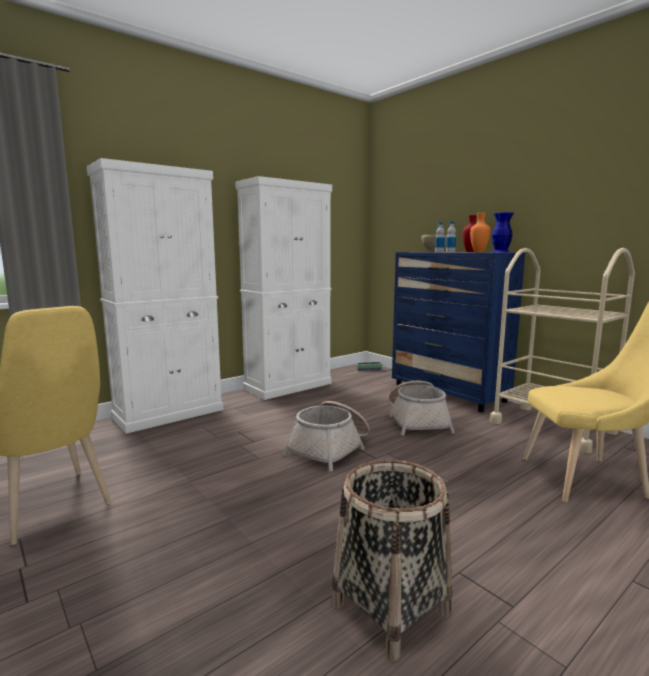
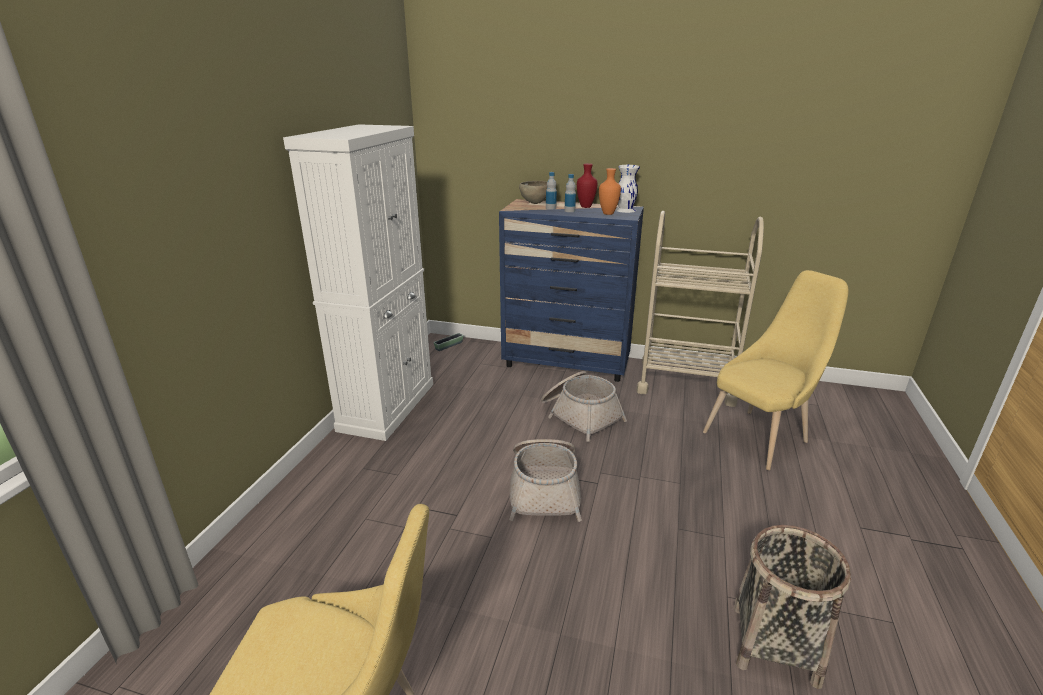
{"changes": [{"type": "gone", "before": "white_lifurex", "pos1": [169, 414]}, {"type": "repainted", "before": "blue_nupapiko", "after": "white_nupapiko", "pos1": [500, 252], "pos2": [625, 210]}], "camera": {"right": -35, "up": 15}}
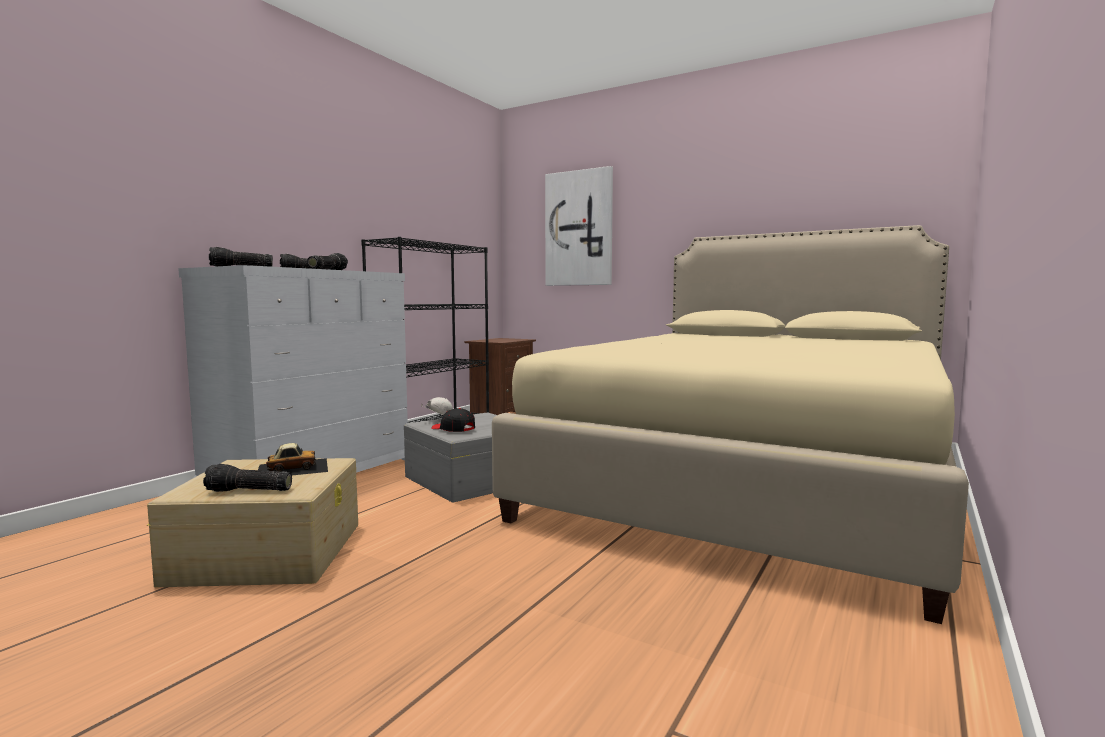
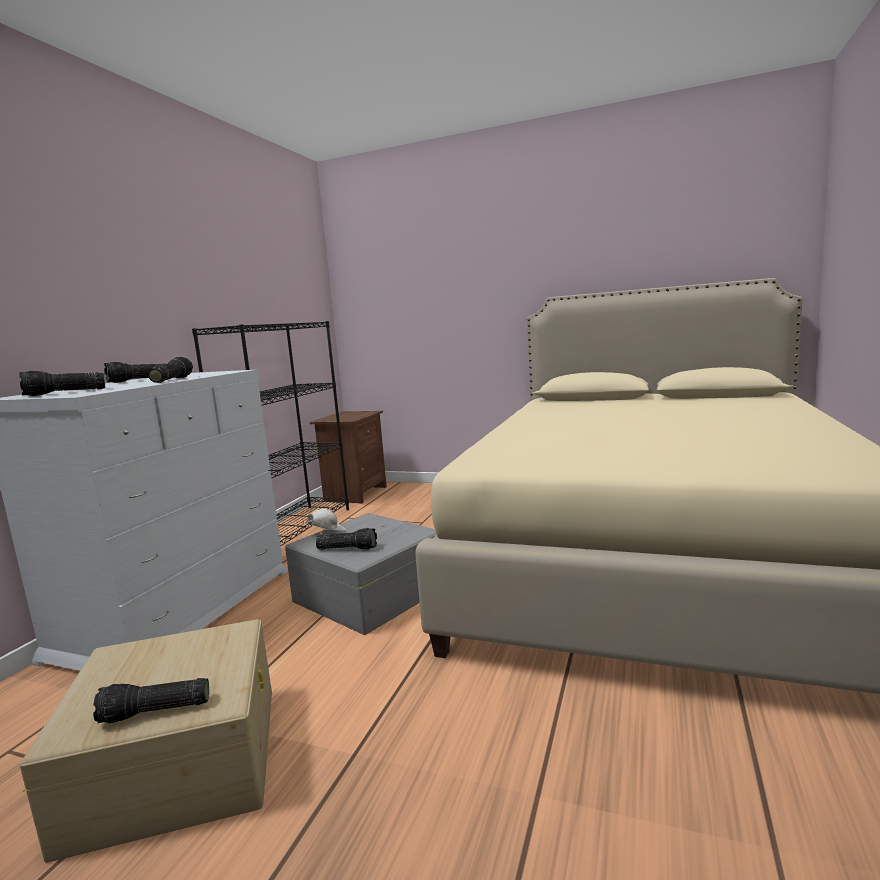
{"changes": [{"type": "gone", "before": "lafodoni", "pos1": [292, 468]}, {"type": "gone", "before": "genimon", "pos1": [579, 228]}, {"type": "swapped", "before": "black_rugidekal", "after": "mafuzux", "pos1": [453, 429], "pos2": [348, 548]}], "camera": {"right": -10, "up": 5}}
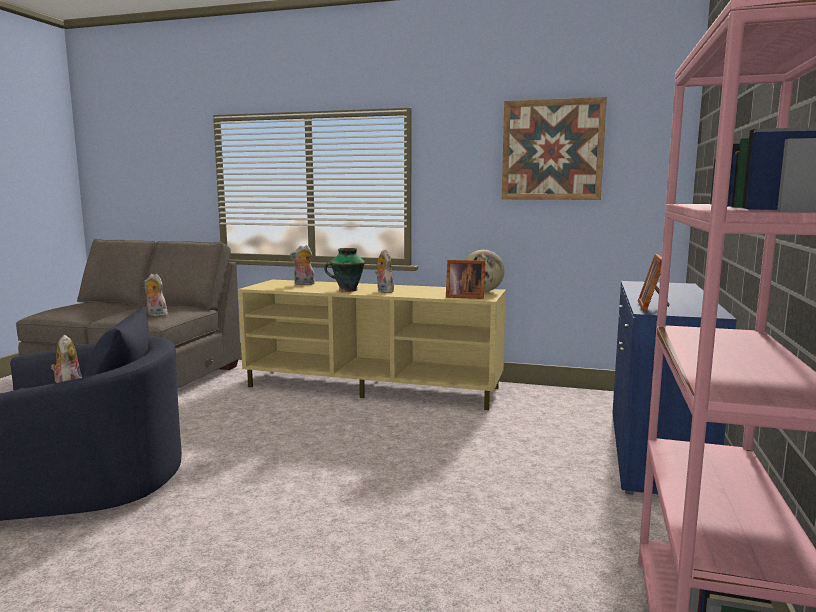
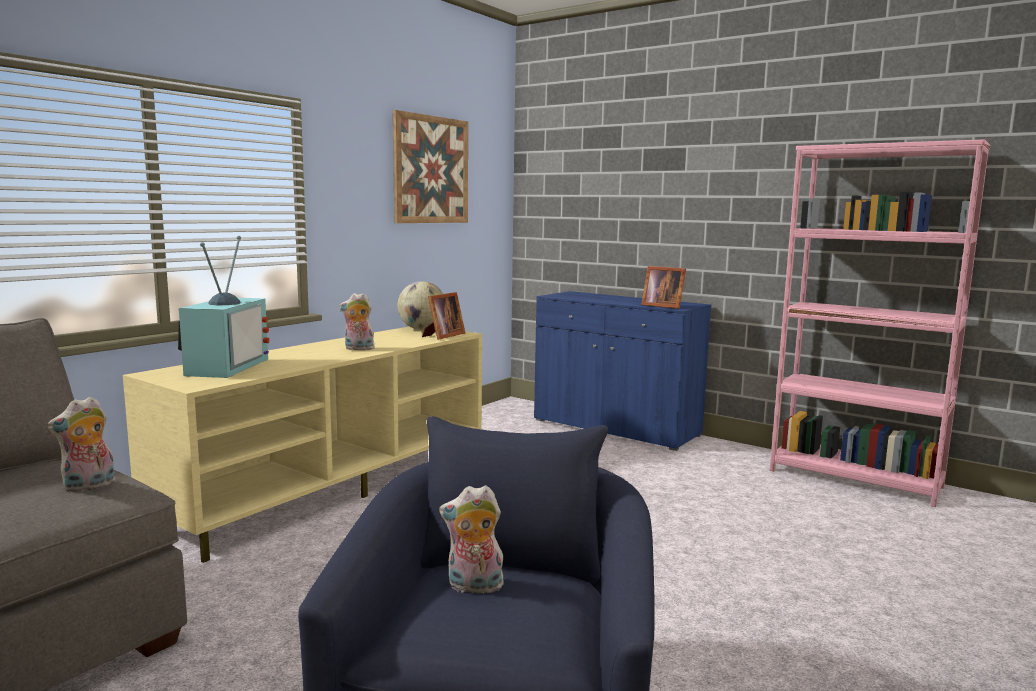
{"changes": [{"type": "gone", "before": "nupapiko", "pos1": [347, 290]}, {"type": "swapped", "before": "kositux", "after": "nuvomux", "pos1": [303, 284], "pos2": [224, 366]}], "camera": {"right": -70, "up": 0}}
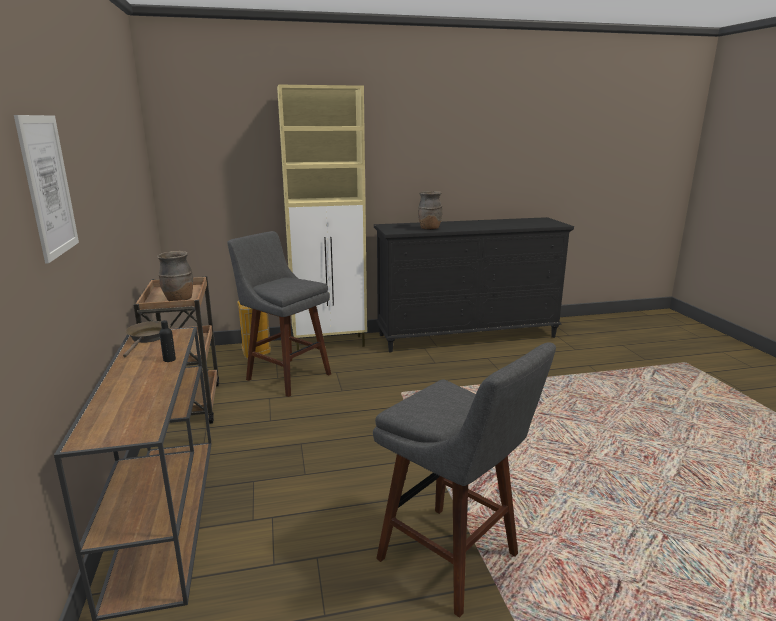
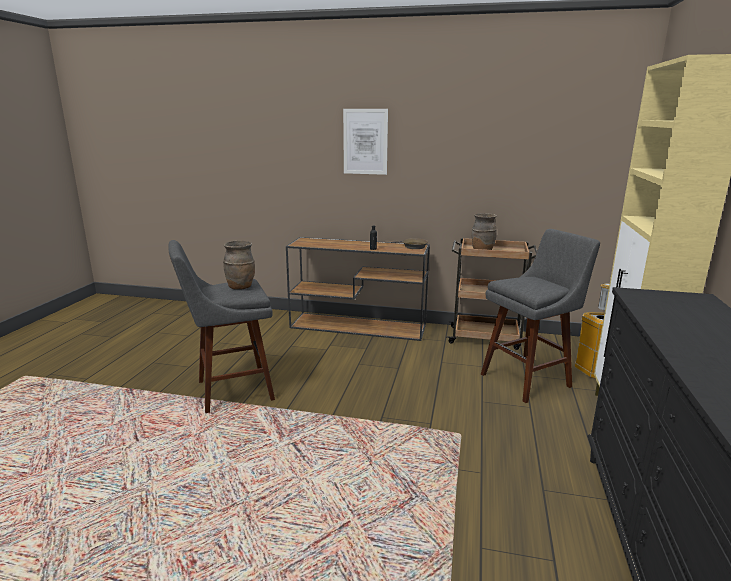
{"changes": [{"type": "shifted", "before": "brown_nupapiko", "pos1": [429, 229], "pos2": [241, 287]}], "camera": {"right": 115, "up": 0}}
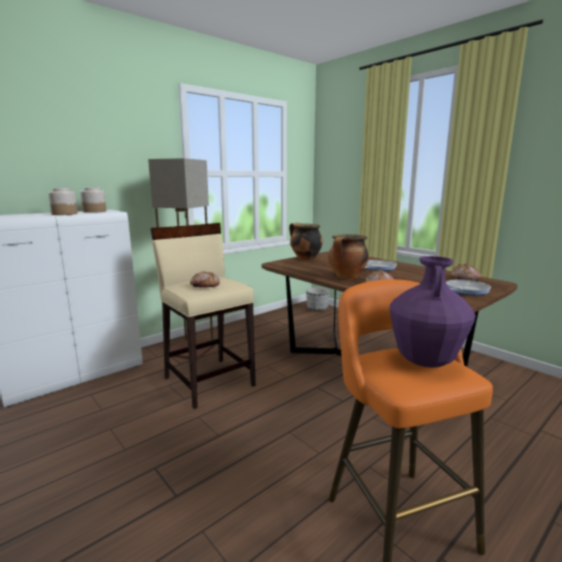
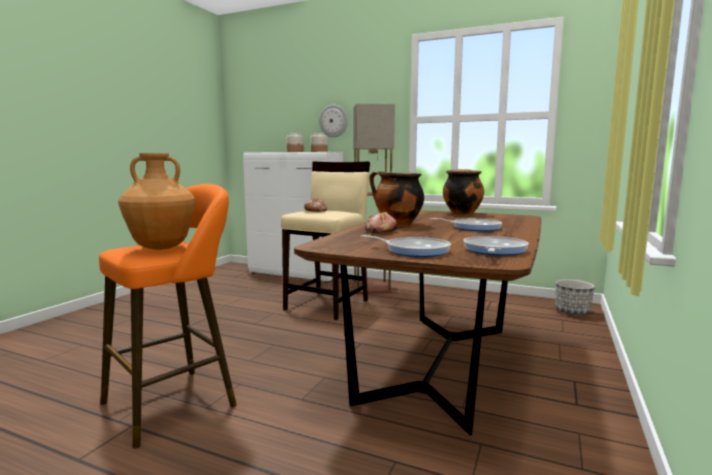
{"changes": [{"type": "new", "after": "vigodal", "pos2": [333, 121]}, {"type": "swapped", "before": "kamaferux", "after": "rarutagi", "pos1": [465, 278], "pos2": [494, 250]}, {"type": "repainted", "before": "purple_nupapiko", "after": "brown_nupapiko", "pos1": [425, 361], "pos2": [162, 247]}], "camera": {"right": 65, "up": -5}}
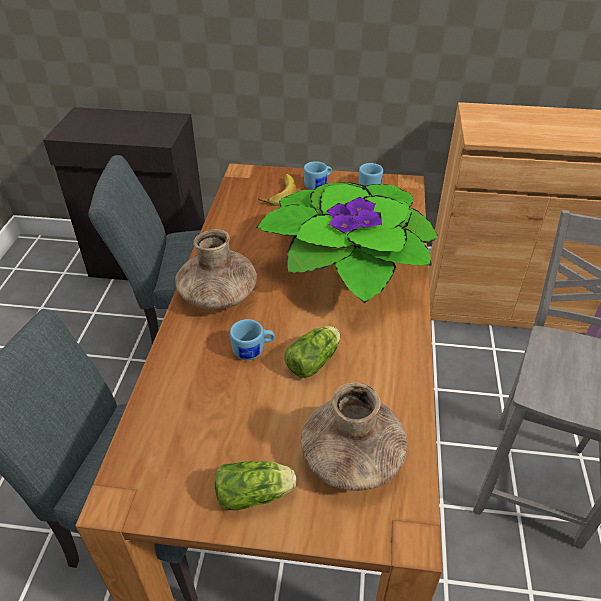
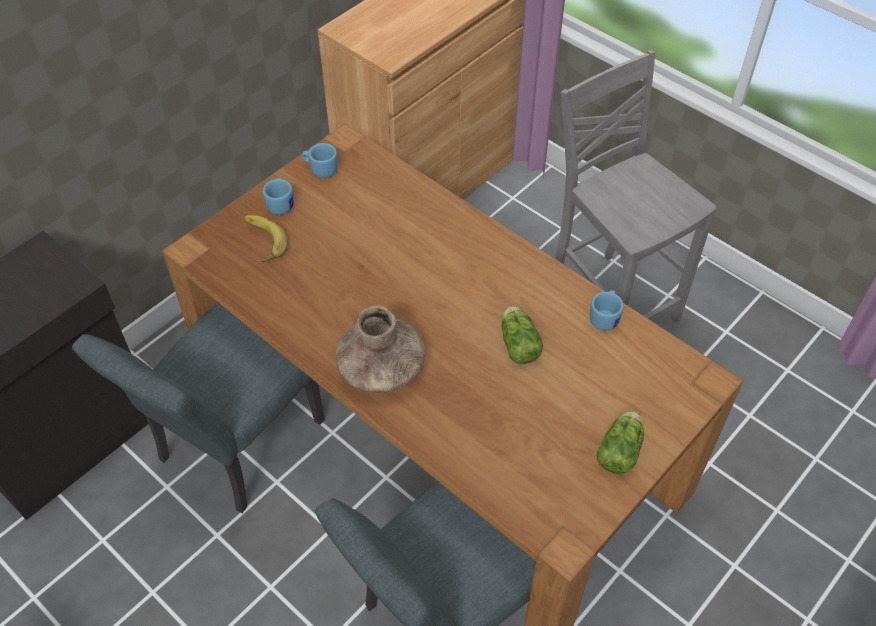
{"changes": [{"type": "gone", "before": "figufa", "pos1": [348, 267]}, {"type": "gone", "before": "brown_nupapiko", "pos1": [352, 458]}, {"type": "shifted", "before": "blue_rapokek", "pos1": [253, 351], "pos2": [605, 317]}], "camera": {"right": -55, "up": 10}}
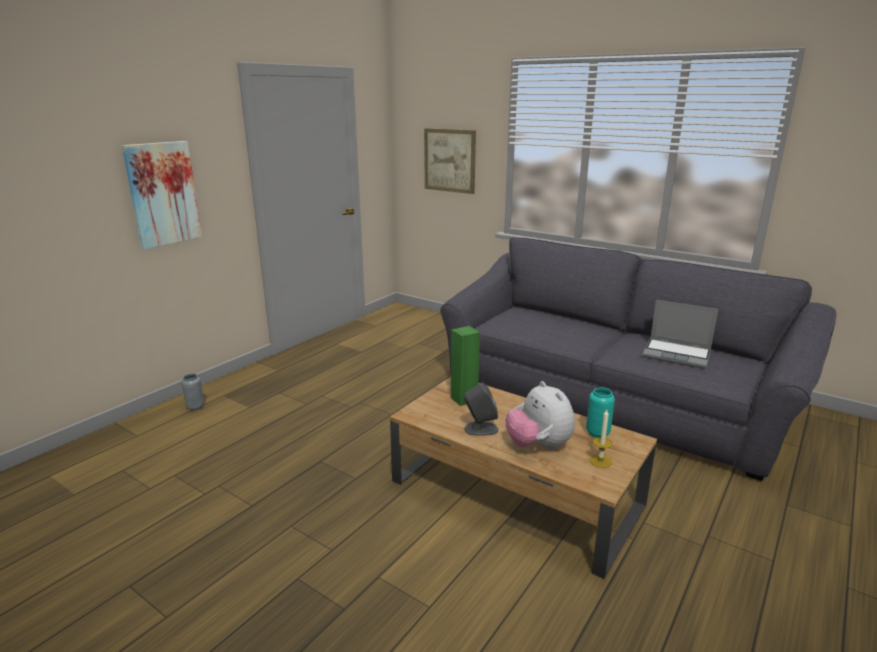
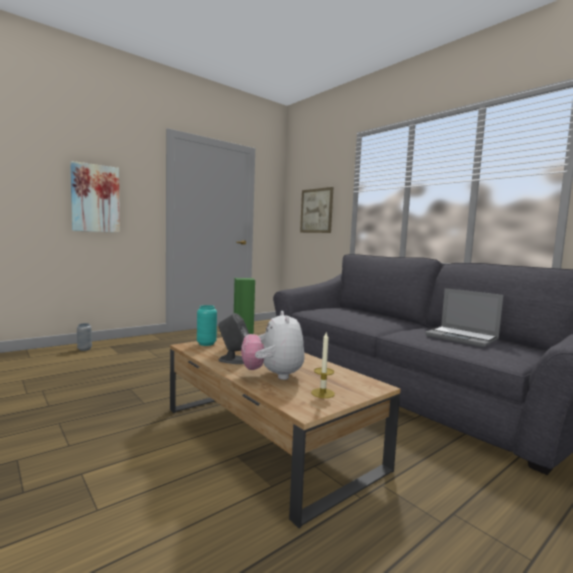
{"changes": [{"type": "shifted", "before": "turquoise_nupapiko", "pos1": [597, 433], "pos2": [206, 344]}], "camera": {"right": 15, "up": -15}}
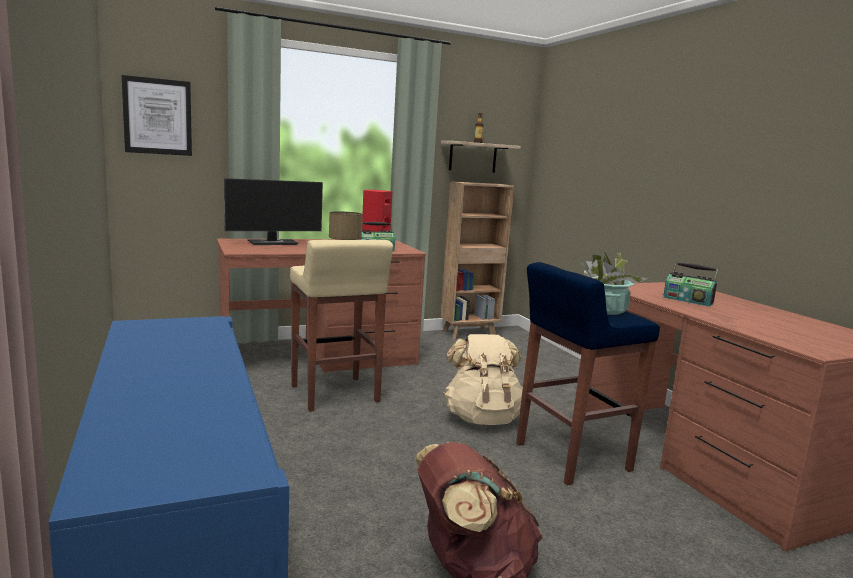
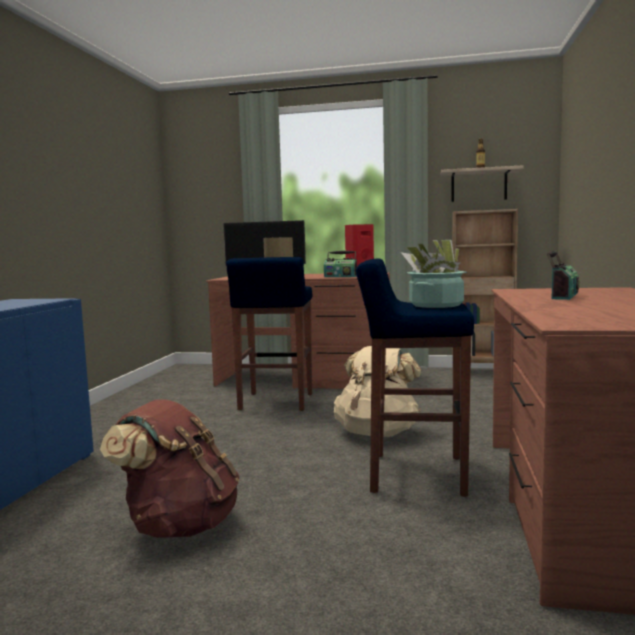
{"changes": [{"type": "gone", "before": "genimon", "pos1": [157, 116]}, {"type": "repainted", "before": "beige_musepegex", "after": "blue_musepegex", "pos1": [335, 395], "pos2": [275, 402]}, {"type": "rotated", "before": "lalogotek", "pos1": [688, 300], "pos2": [562, 296], "turn": -135}], "camera": {"right": 35, "up": -5}}
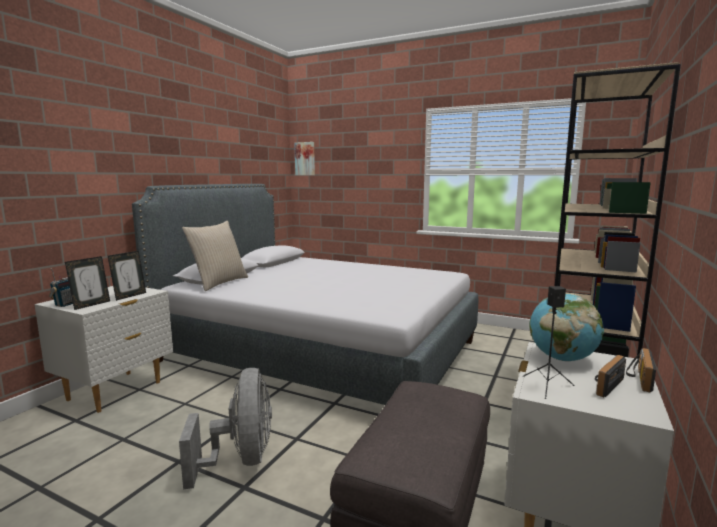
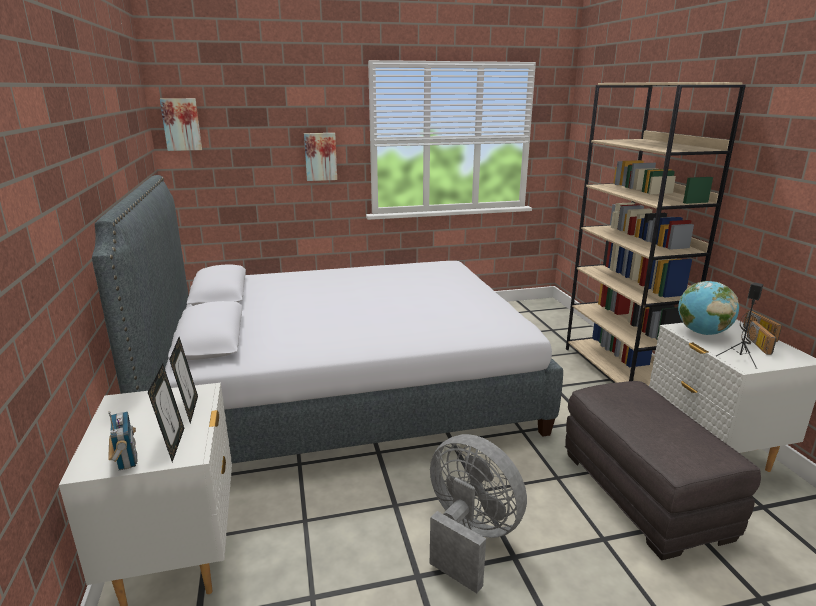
{"changes": [{"type": "gone", "before": "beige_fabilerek", "pos1": [219, 283]}, {"type": "new", "after": "genimon", "pos2": [320, 156]}], "camera": {"right": -40, "up": 10}}
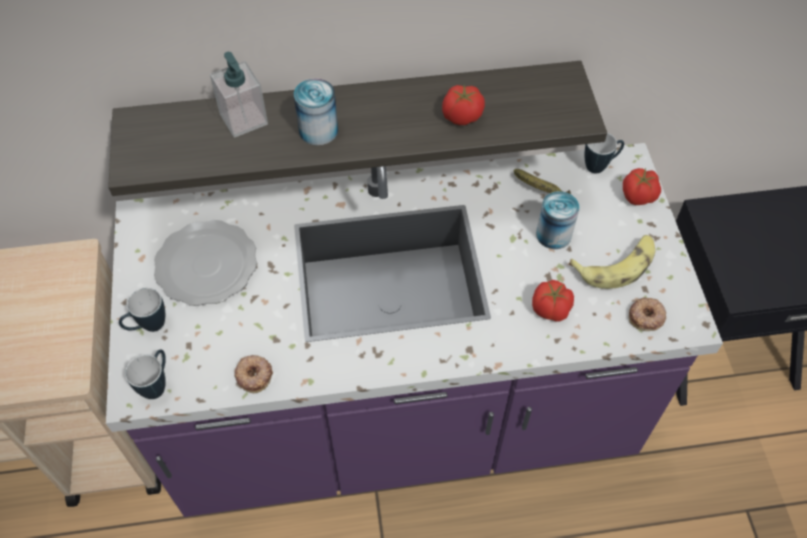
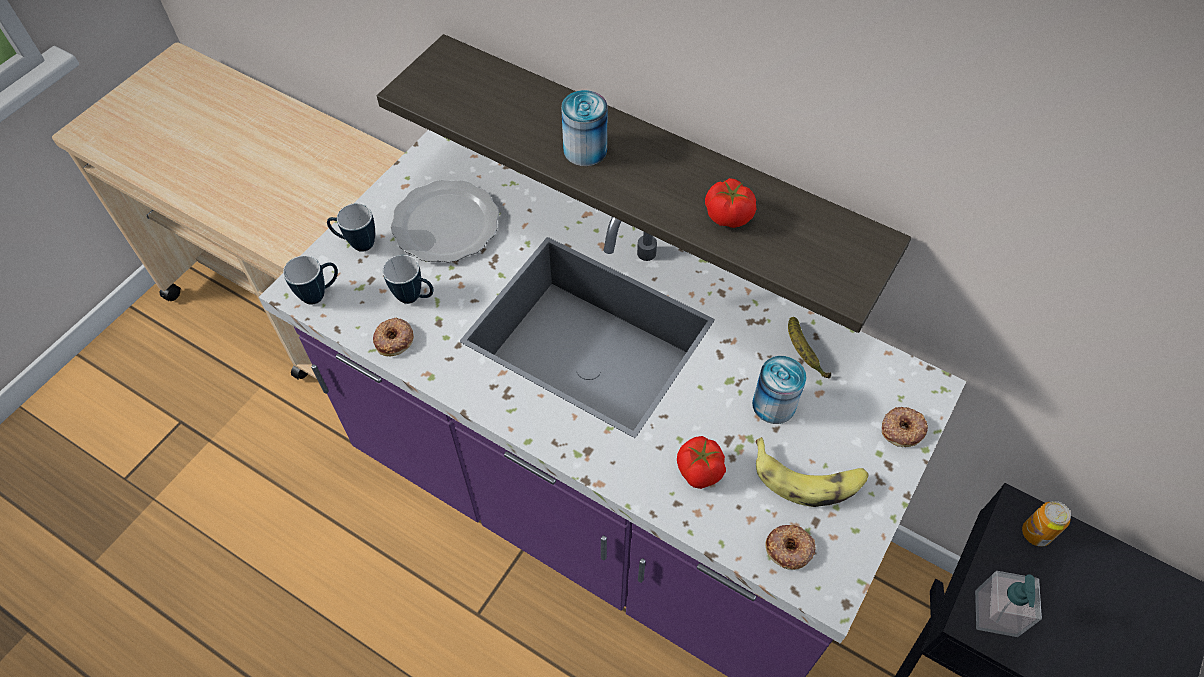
{"changes": [{"type": "new", "after": "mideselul", "pos2": [1035, 533]}, {"type": "shifted", "before": "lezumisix", "pos1": [244, 119], "pos2": [996, 614]}, {"type": "shifted", "before": "rapokek", "pos1": [600, 166], "pos2": [415, 298]}, {"type": "swapped", "before": "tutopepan", "after": "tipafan", "pos1": [638, 196], "pos2": [902, 429]}], "camera": {"right": 40, "up": 0}}
